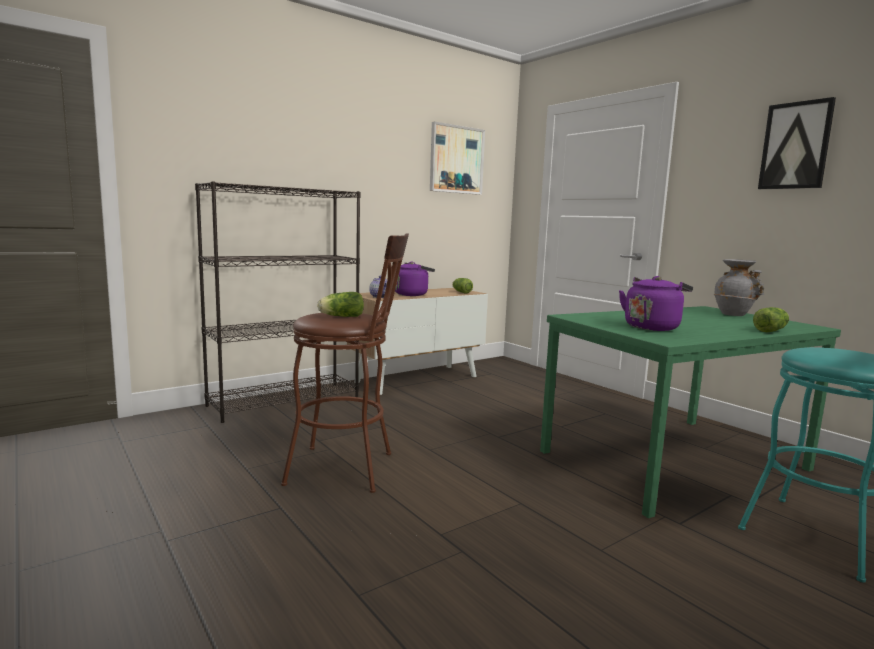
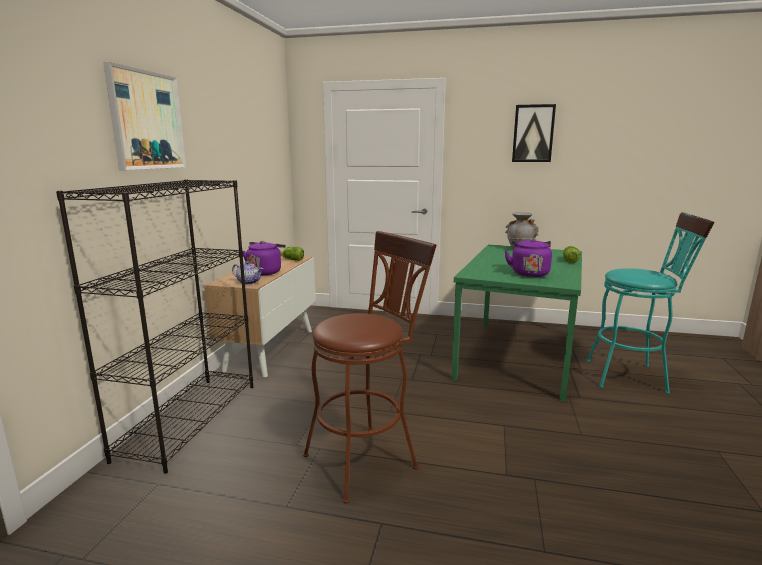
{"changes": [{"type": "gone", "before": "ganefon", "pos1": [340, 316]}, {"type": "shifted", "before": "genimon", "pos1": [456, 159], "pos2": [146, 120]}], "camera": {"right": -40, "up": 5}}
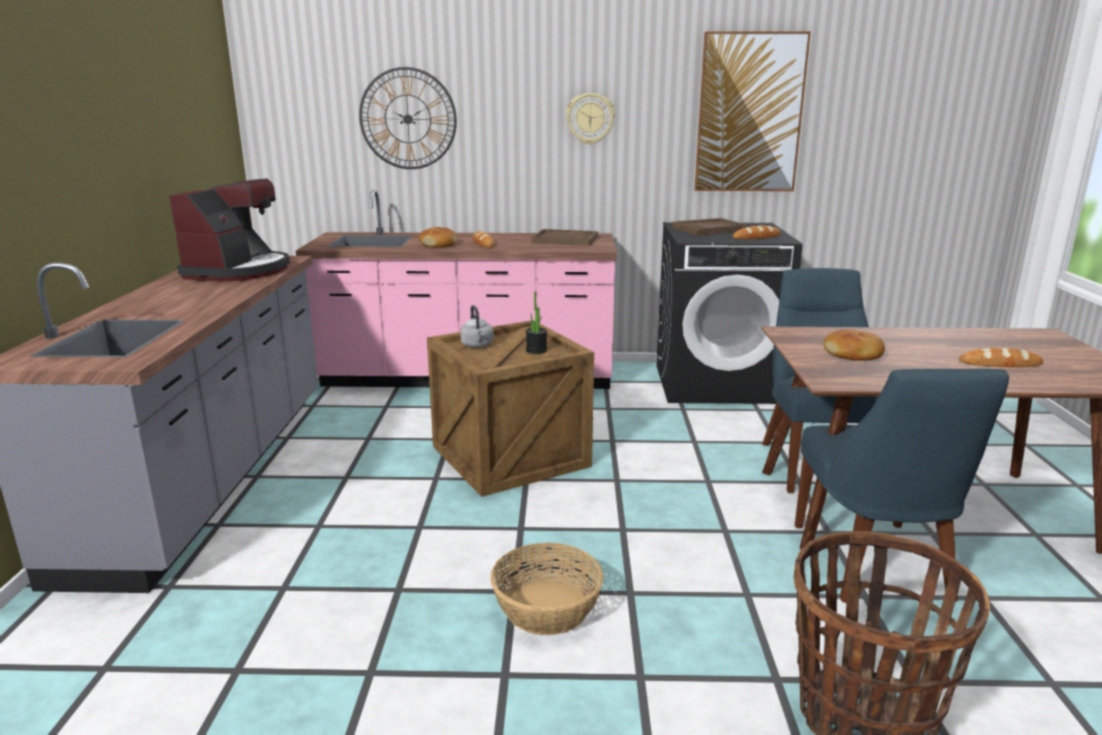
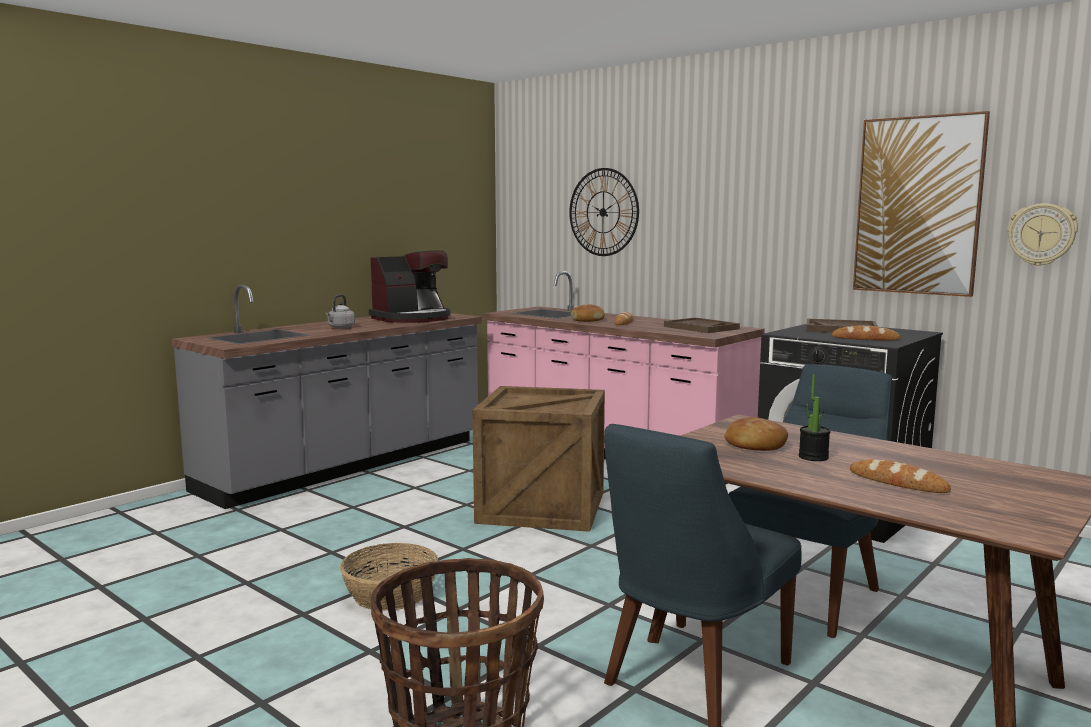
{"changes": [{"type": "shifted", "before": "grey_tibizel", "pos1": [477, 346], "pos2": [340, 327]}, {"type": "shifted", "before": "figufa", "pos1": [536, 350], "pos2": [813, 457]}, {"type": "shifted", "before": "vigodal", "pos1": [590, 118], "pos2": [1041, 234]}], "camera": {"right": 40, "up": -10}}
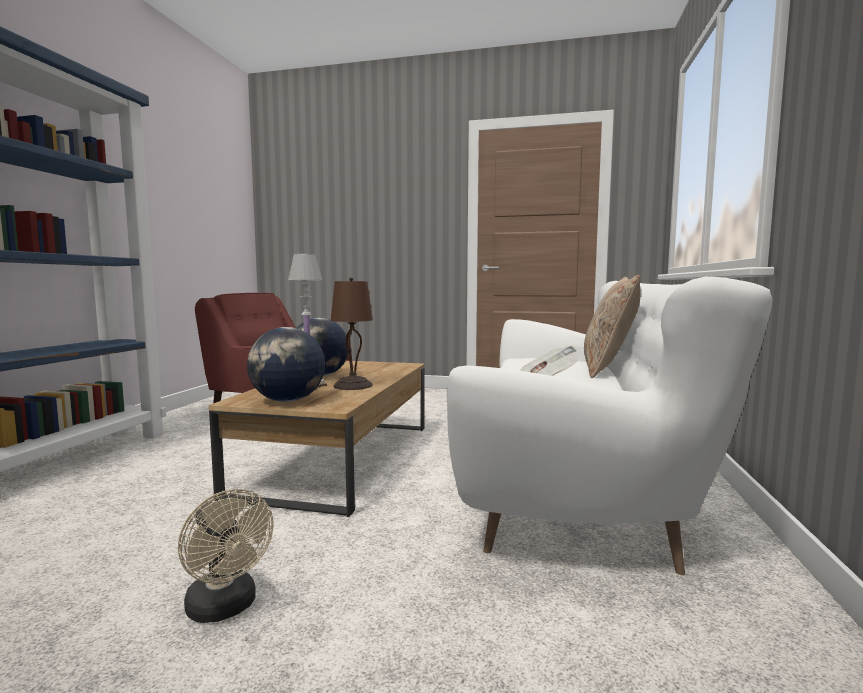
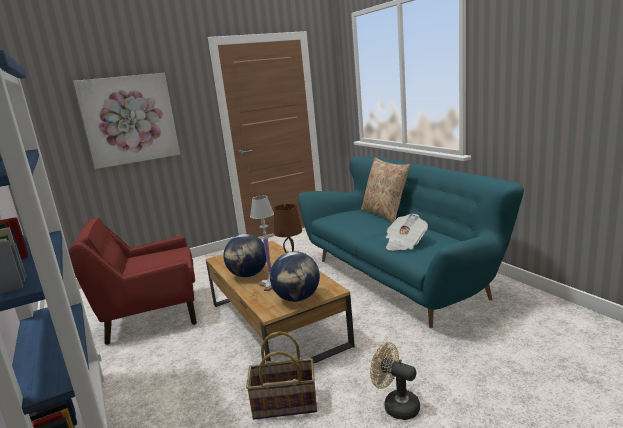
{"changes": [{"type": "new", "after": "genimon", "pos2": [129, 120]}, {"type": "new", "after": "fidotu", "pos2": [284, 405]}, {"type": "repainted", "before": "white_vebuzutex", "after": "turquoise_vebuzutex", "pos1": [579, 477], "pos2": [400, 277]}, {"type": "rotated", "before": "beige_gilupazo", "pos1": [226, 608], "pos2": [396, 405], "turn": -150}], "camera": {"right": -40, "up": 10}}
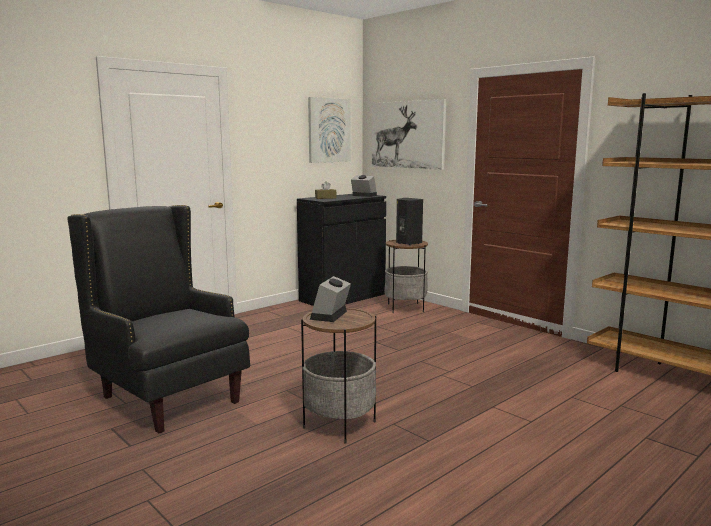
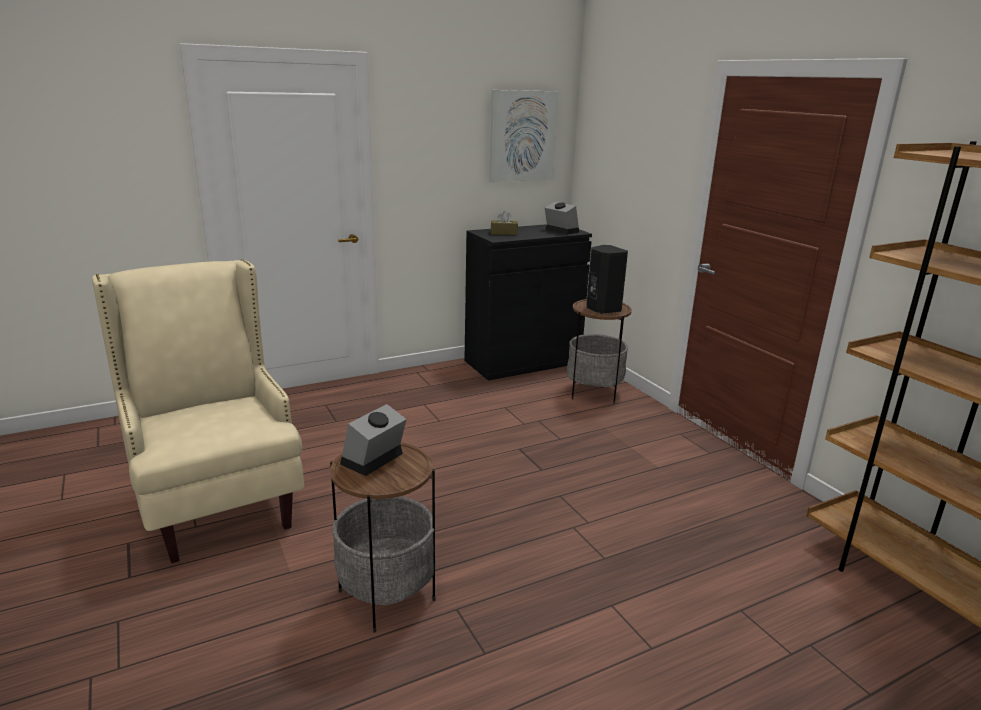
{"changes": [{"type": "gone", "before": "genimon", "pos1": [407, 134]}, {"type": "repainted", "before": "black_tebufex", "after": "beige_tebufex", "pos1": [169, 399], "pos2": [217, 505]}], "camera": {"right": 15, "up": 10}}
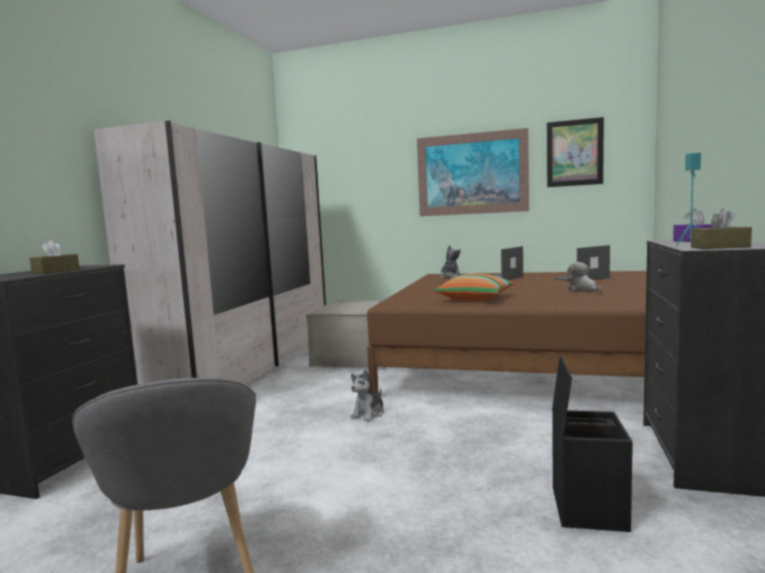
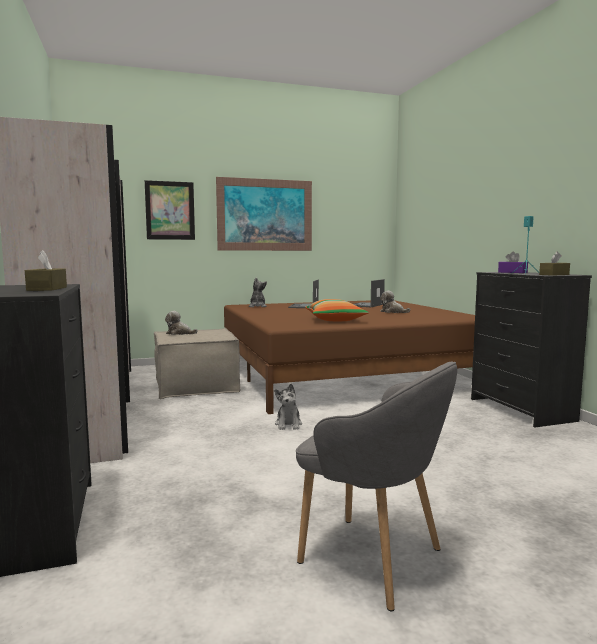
{"changes": [{"type": "gone", "before": "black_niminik", "pos1": [586, 507]}, {"type": "new", "after": "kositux", "pos2": [179, 333]}, {"type": "shifted", "before": "genimon", "pos1": [574, 153], "pos2": [170, 210]}], "camera": {"right": -35, "up": 0}}
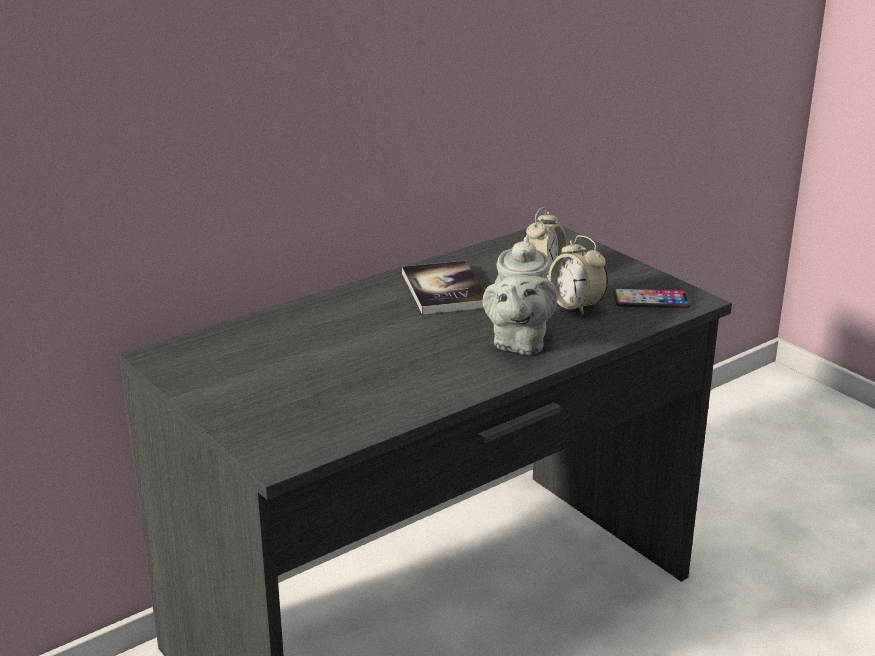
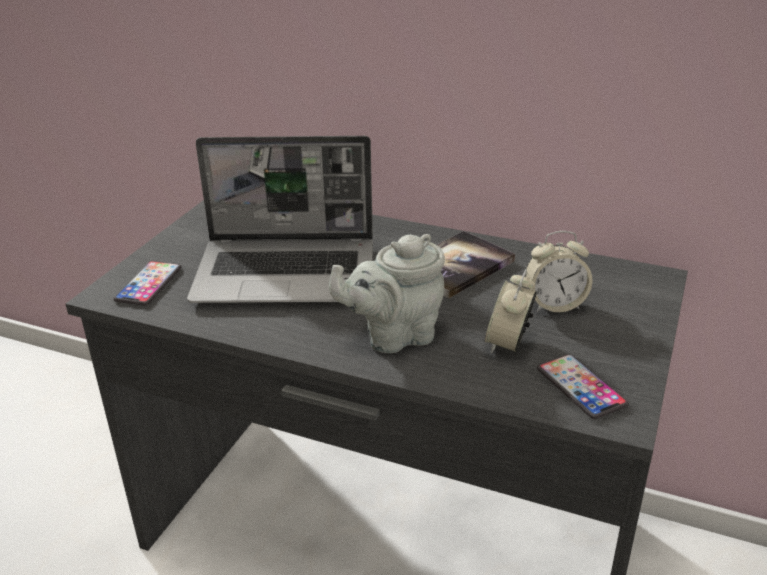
{"changes": [{"type": "new", "after": "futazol", "pos2": [148, 284]}, {"type": "new", "after": "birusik", "pos2": [288, 273]}], "camera": {"right": 60, "up": 5}}
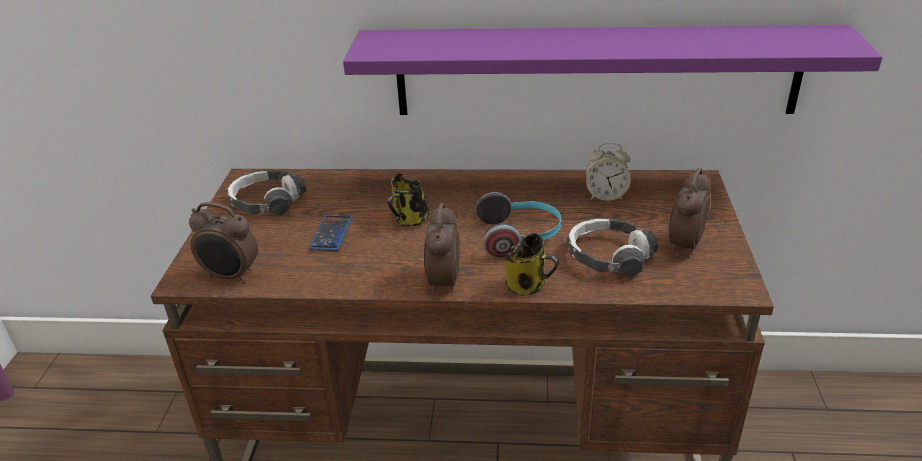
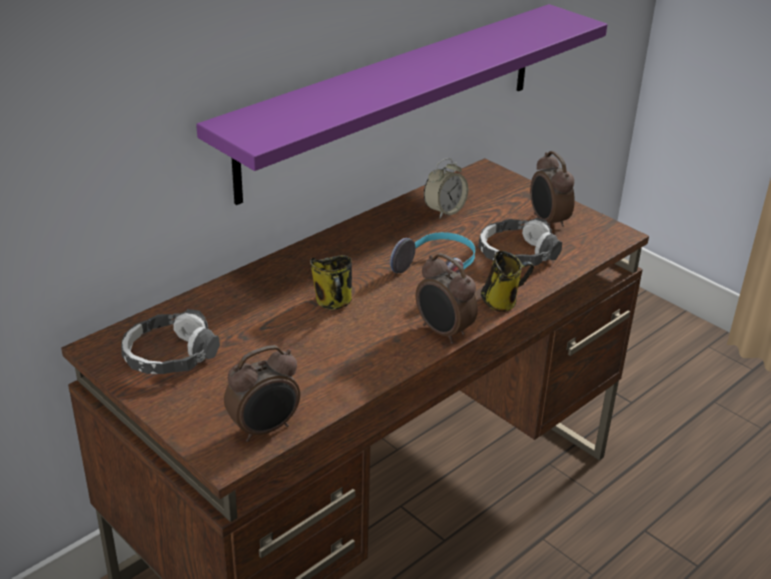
{"changes": [{"type": "gone", "before": "futazol", "pos1": [331, 234]}], "camera": {"right": -50, "up": 0}}
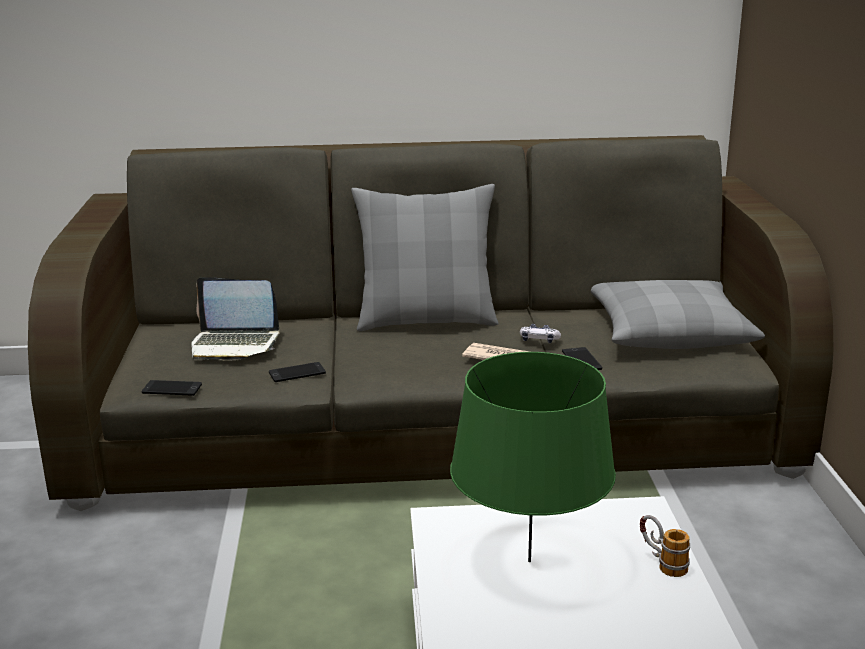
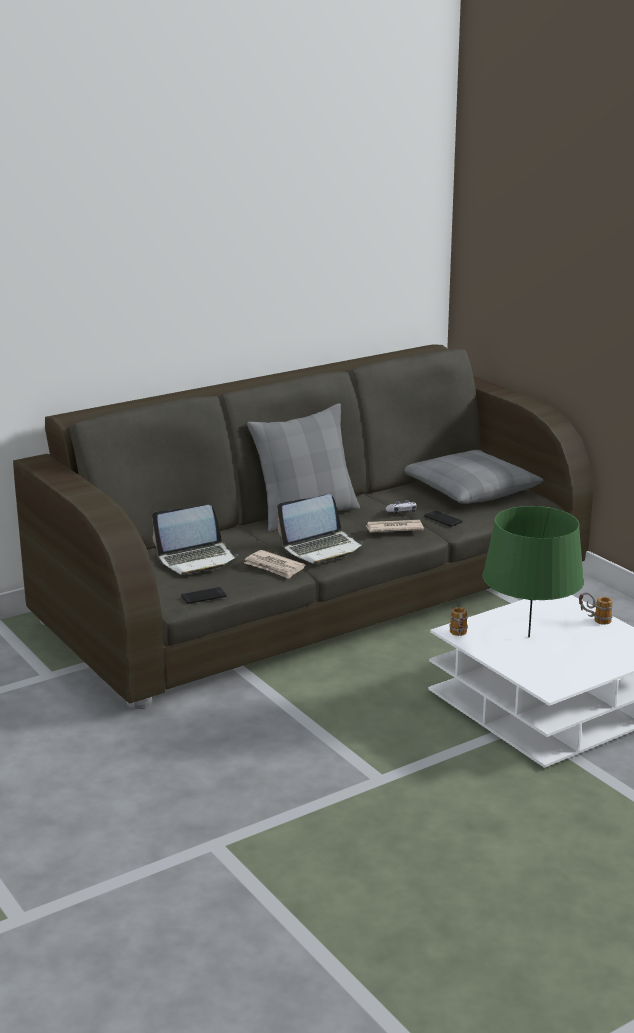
{"changes": [{"type": "new", "after": "birusik", "pos2": [322, 548]}, {"type": "new", "after": "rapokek", "pos2": [459, 635]}, {"type": "swapped", "before": "futazol", "after": "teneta", "pos1": [297, 373], "pos2": [274, 567]}], "camera": {"right": -30, "up": 0}}
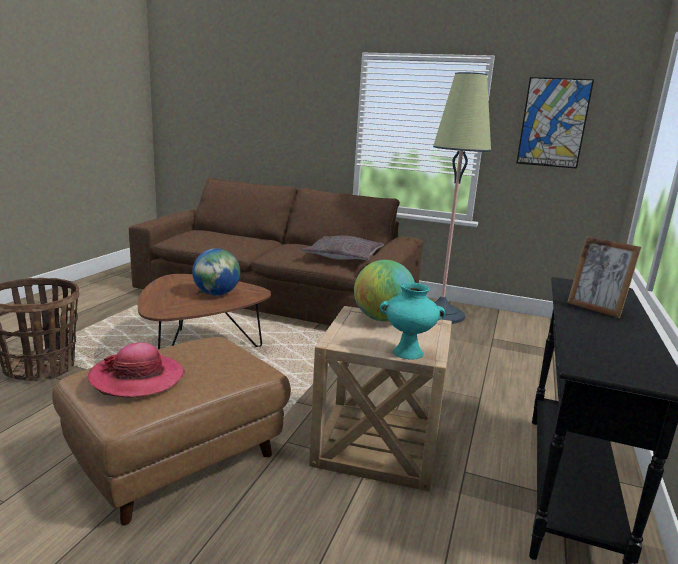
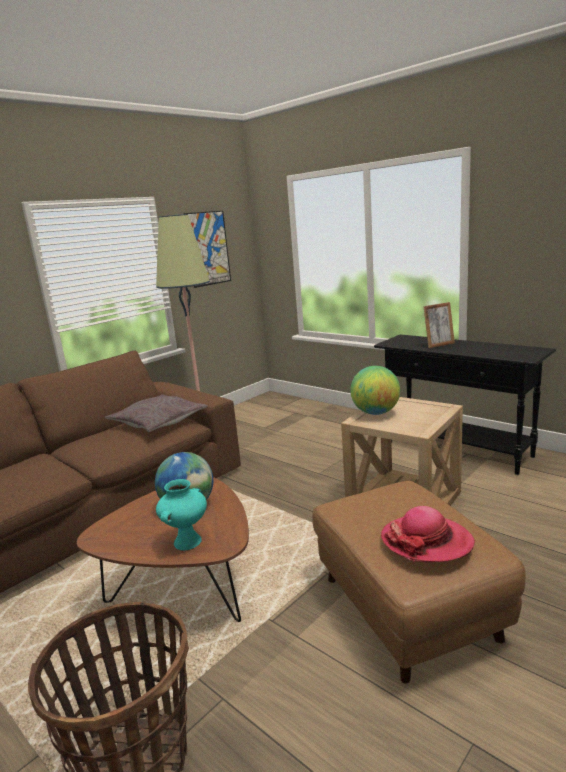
{"changes": [{"type": "shifted", "before": "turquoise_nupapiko", "pos1": [408, 352], "pos2": [187, 541]}], "camera": {"right": -65, "up": 0}}
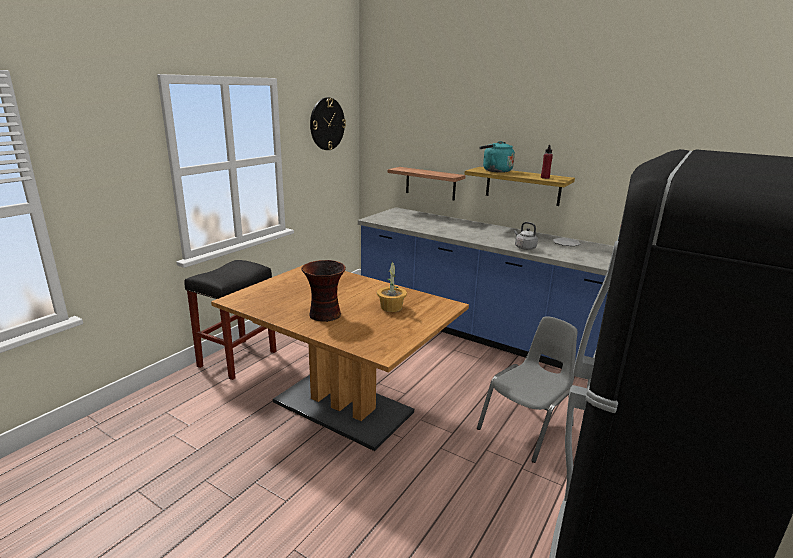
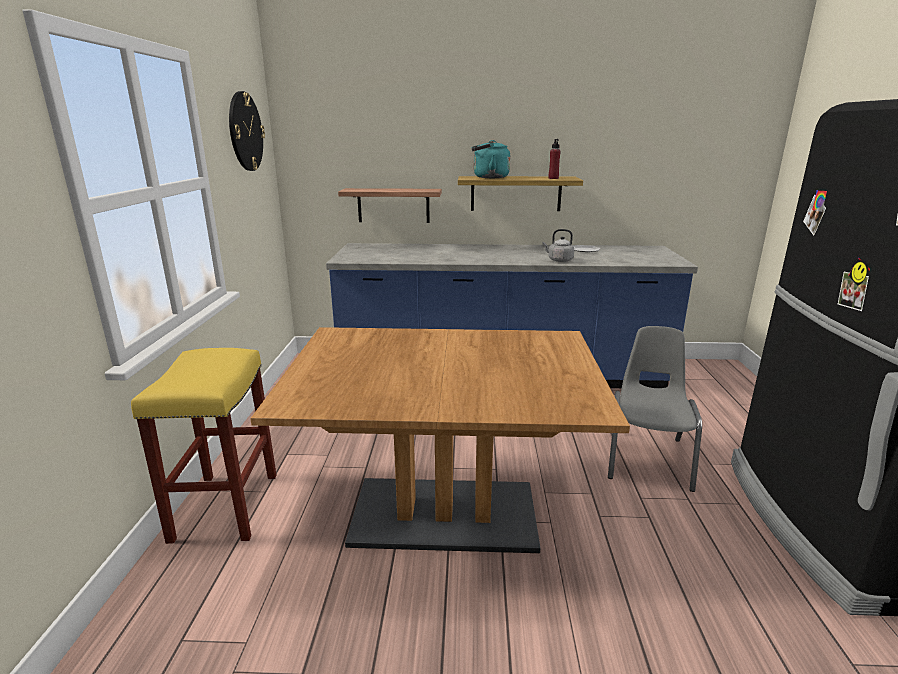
{"changes": [{"type": "gone", "before": "nupapiko", "pos1": [325, 315]}, {"type": "gone", "before": "figufa", "pos1": [391, 307]}, {"type": "repainted", "before": "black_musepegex", "after": "yellow_musepegex", "pos1": [238, 358], "pos2": [225, 505]}], "camera": {"right": -30, "up": 0}}
